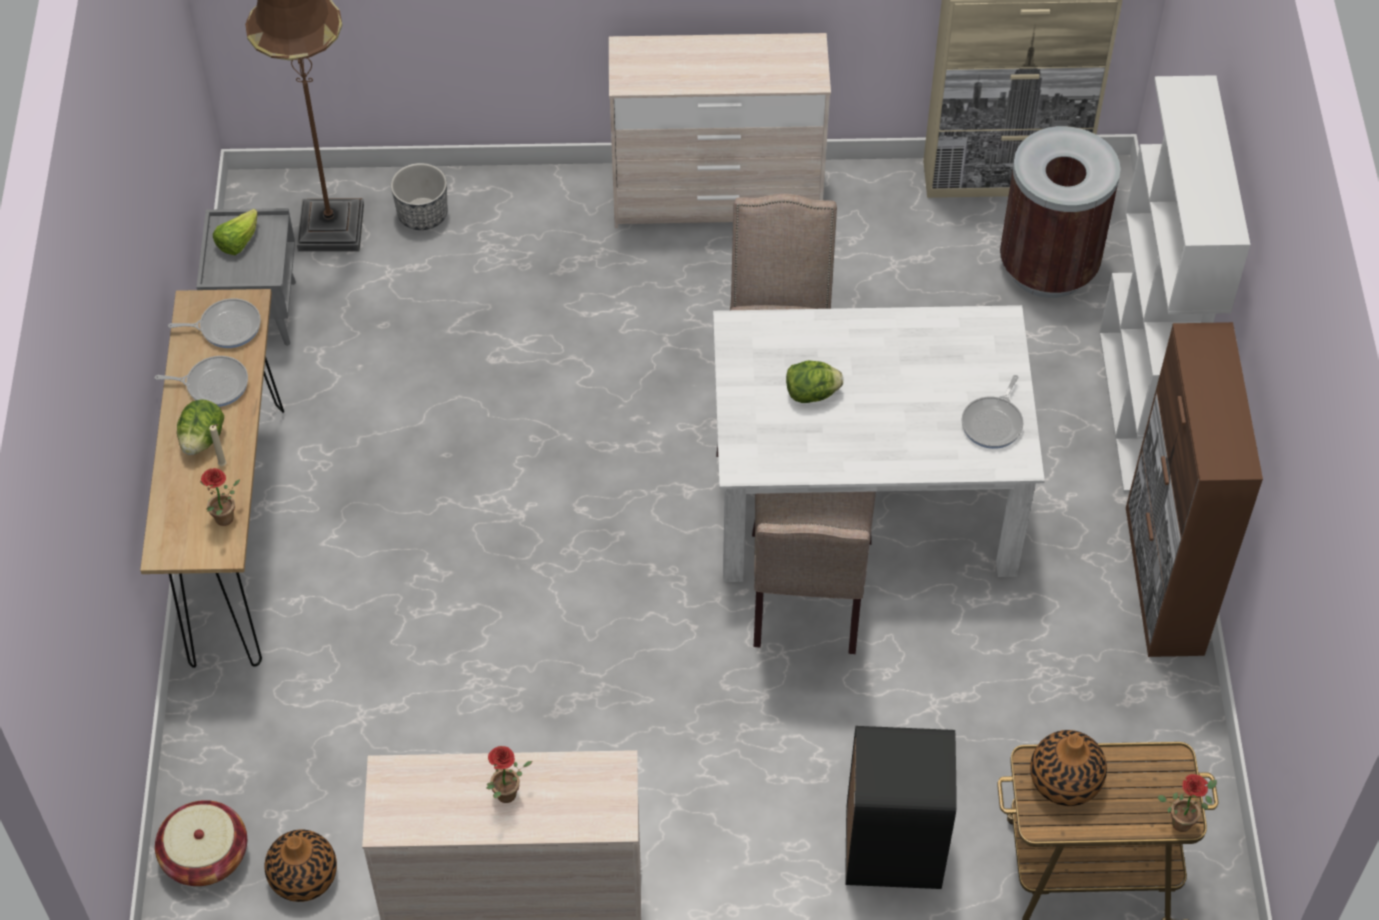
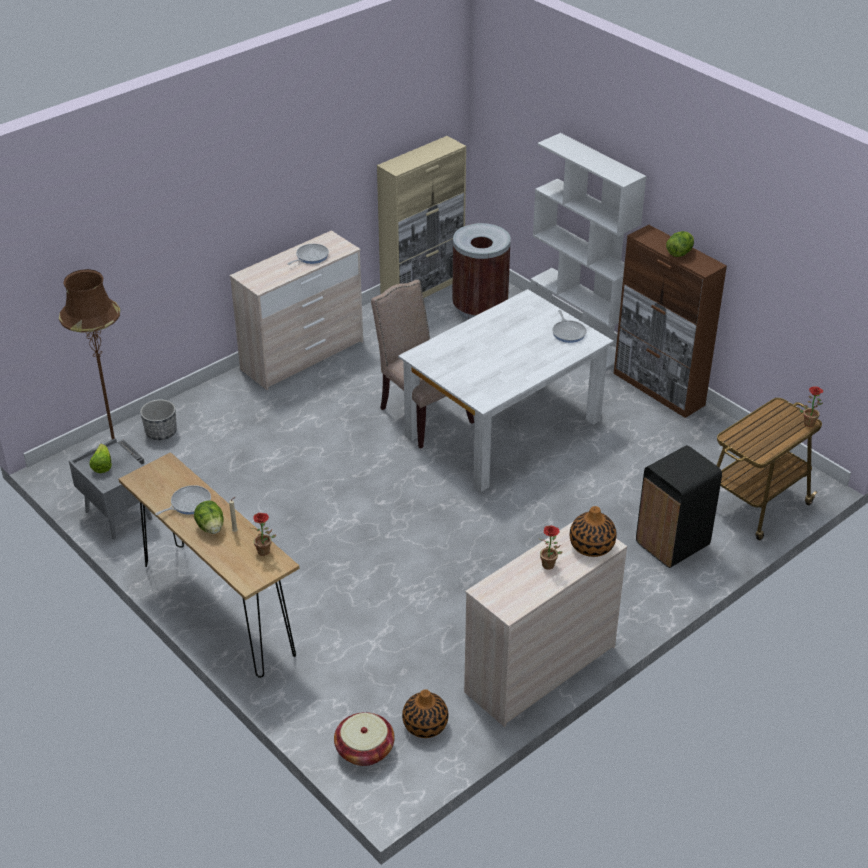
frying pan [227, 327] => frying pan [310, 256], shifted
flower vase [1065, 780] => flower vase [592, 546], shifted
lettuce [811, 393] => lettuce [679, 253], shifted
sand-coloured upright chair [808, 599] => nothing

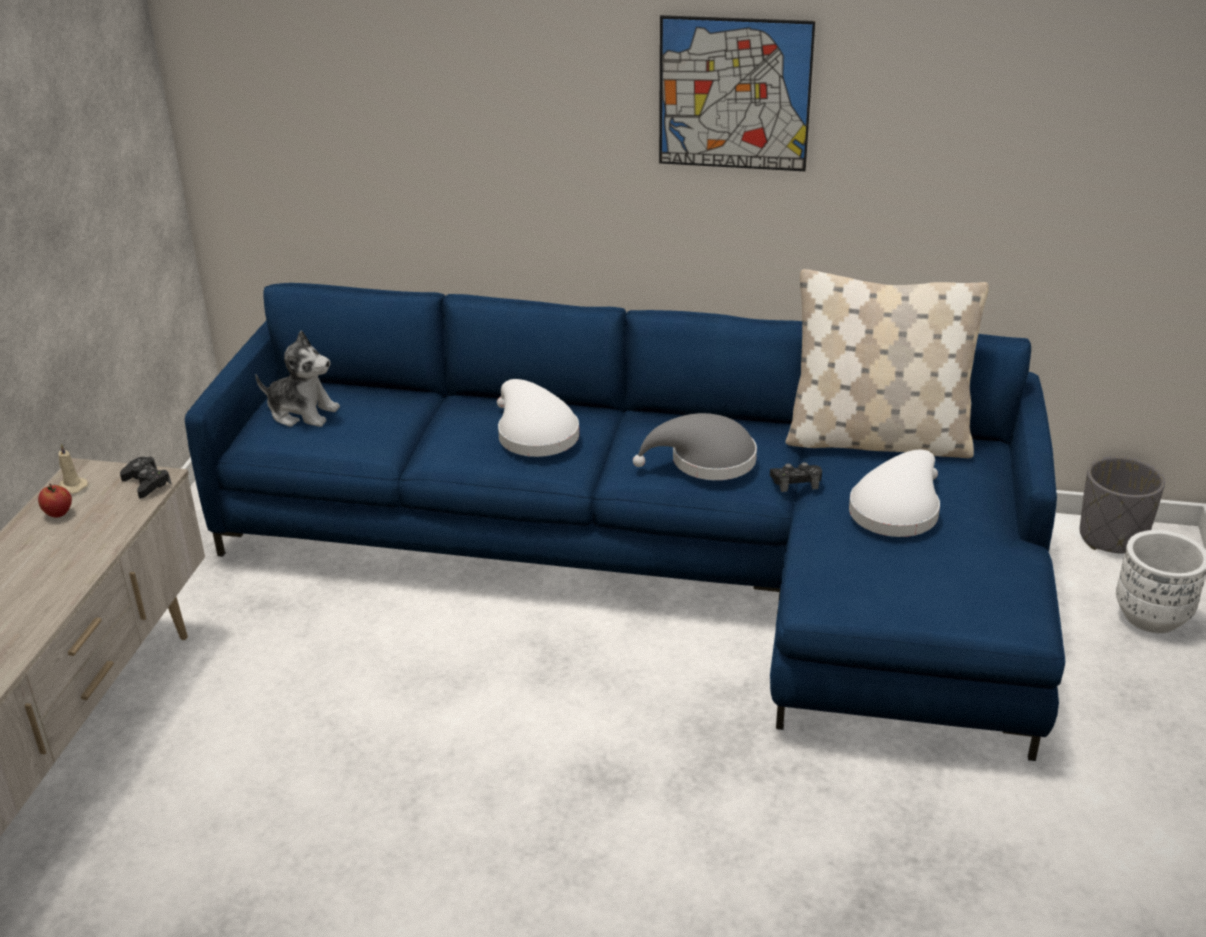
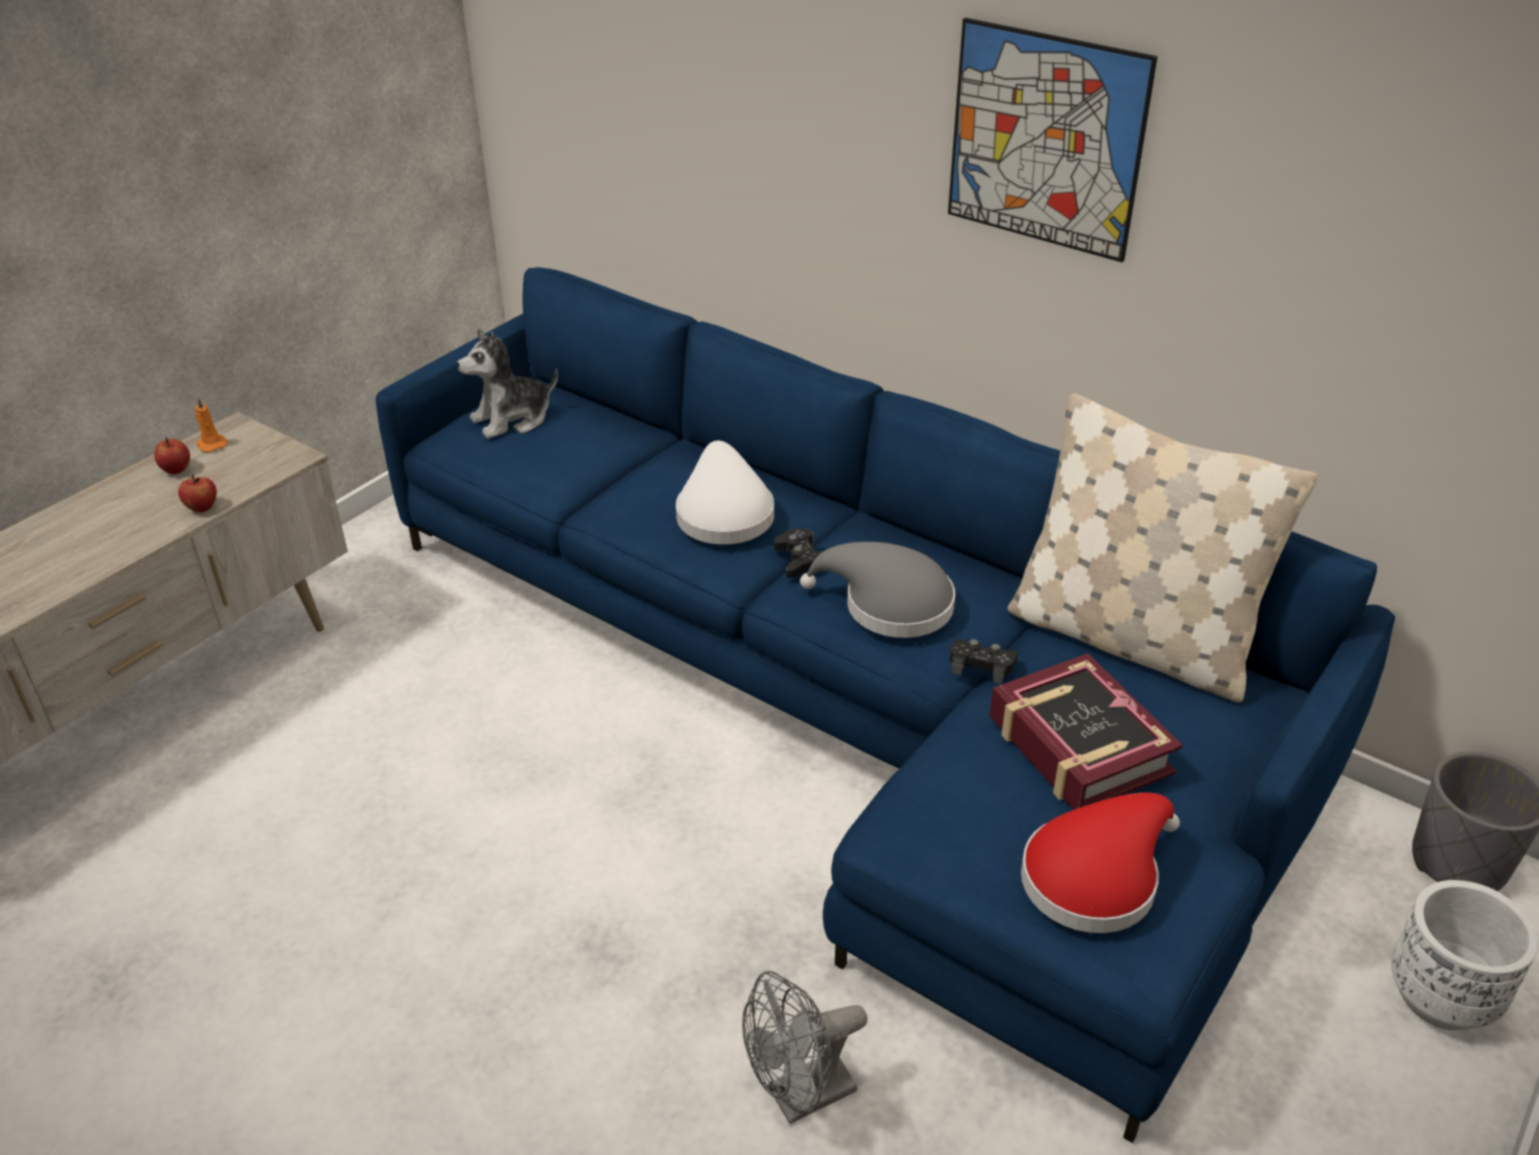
nothing => apple [202, 508]
sand-coloured wax candle [72, 487] => orange wax candle [211, 444]
plush toy [302, 412] => plush toy [512, 419], 105 degrees clockwise
nothing => gray electric fan [800, 1098]
black gamepad [146, 483] => black gamepad [799, 559], shifted
whitish hat [897, 510] => bound book [1078, 745]
nothing => red-coloured hat [1095, 876]

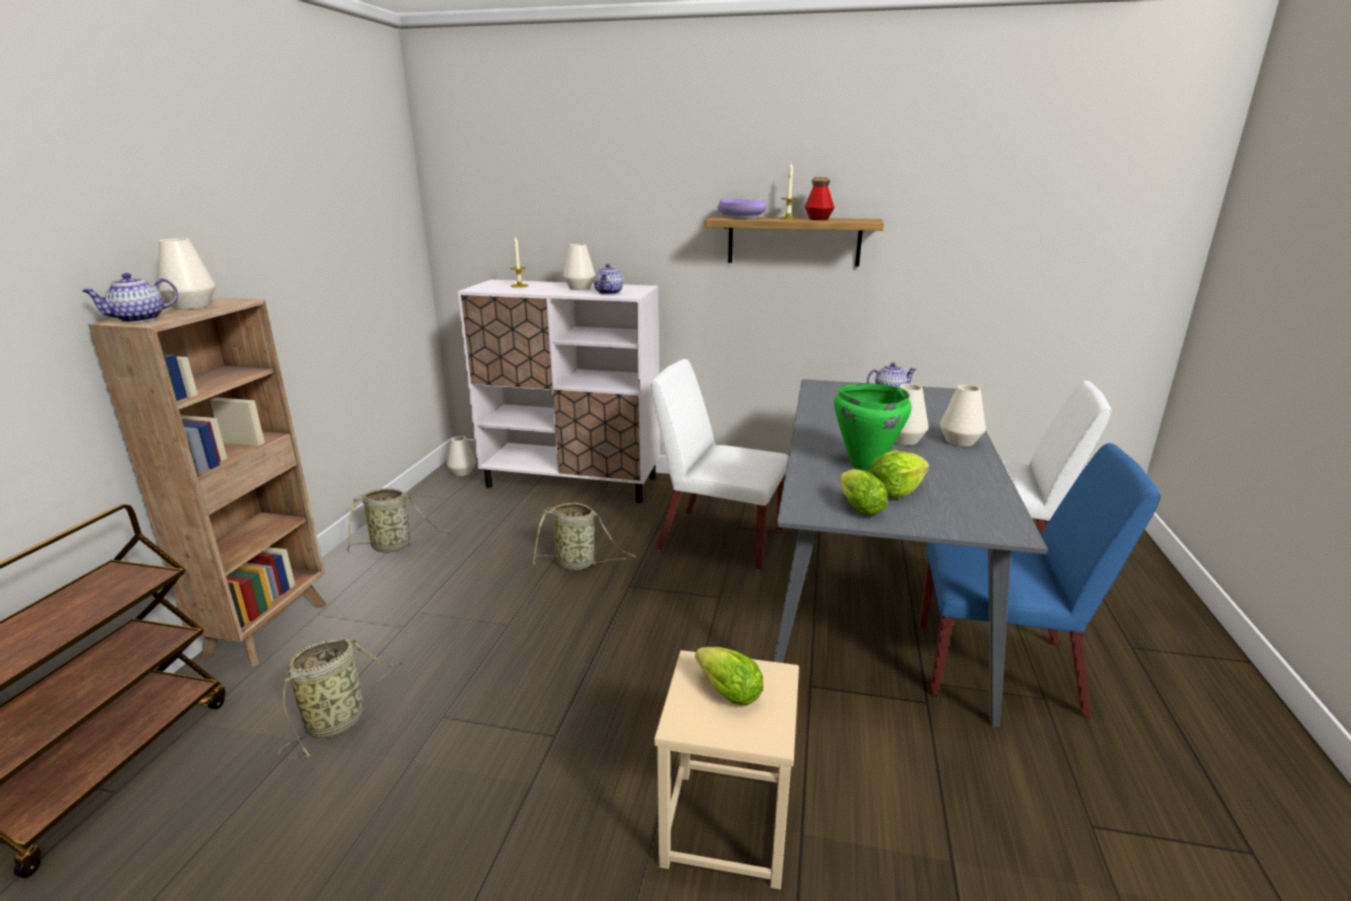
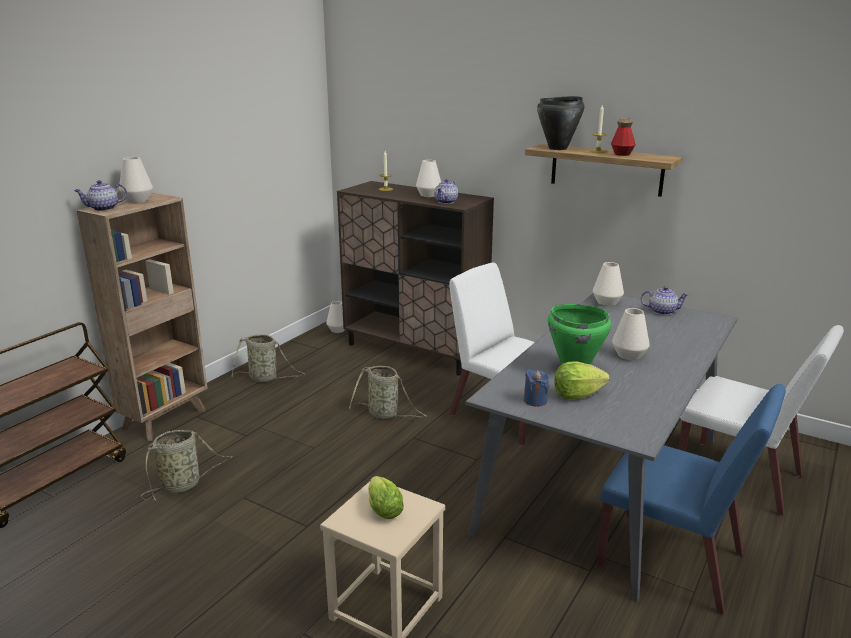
whitish cupboard [572, 482] => brown-coloured cupboard [415, 350]
lettuce [857, 507] => blue-coloured wax candle [535, 400]
purplish serving bowl [741, 218] => black stockpot [558, 148]
whitish flower vase [959, 441] => whitish flower vase [606, 302], shifted

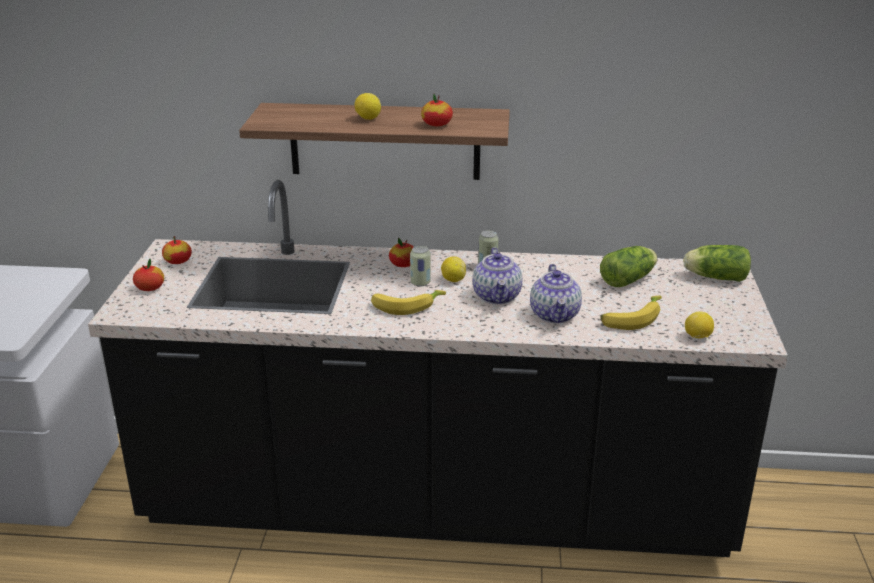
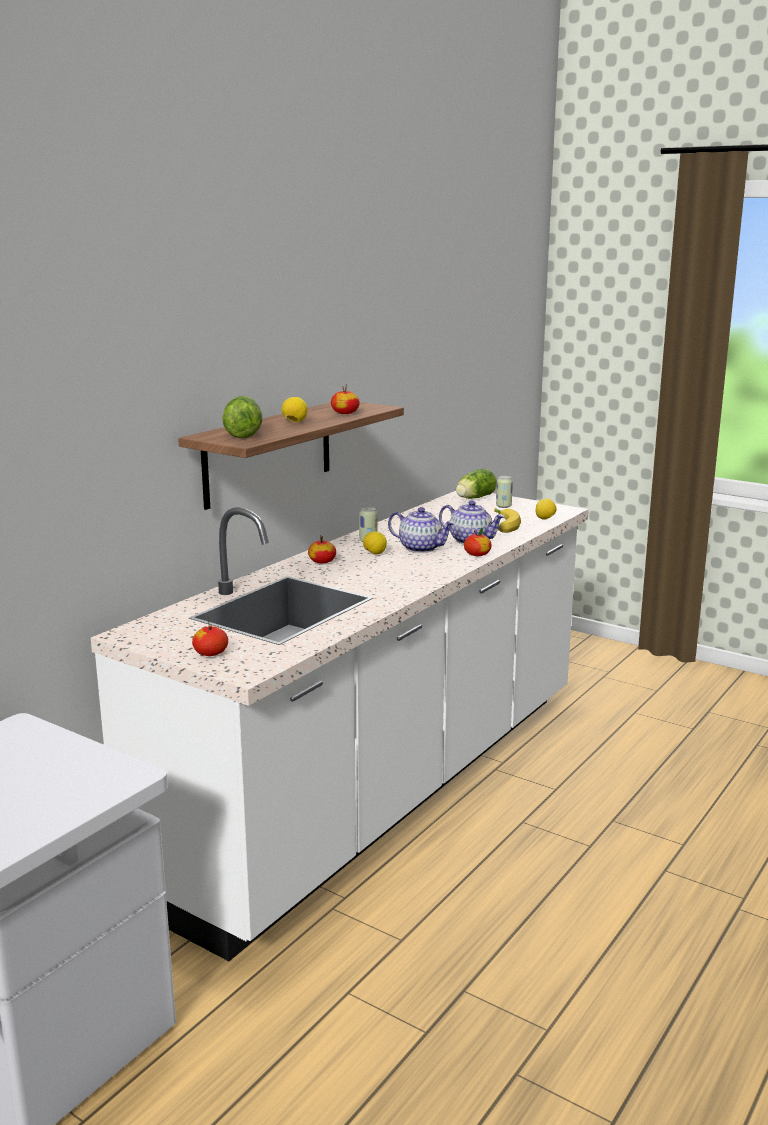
black kitchen base unit [437, 507] => whitish kitchen base unit [384, 791]
lettuce [629, 279] => lettuce [243, 433], shifted
apple [178, 261] => apple [477, 554], shifted
sealed can [420, 283] => sealed can [503, 506], shifted
banana fruit [406, 306] => nothing

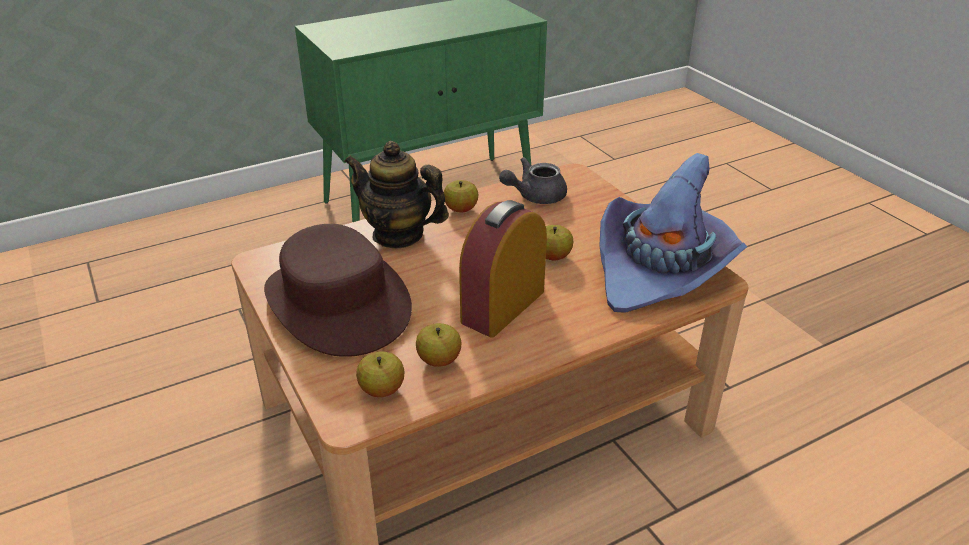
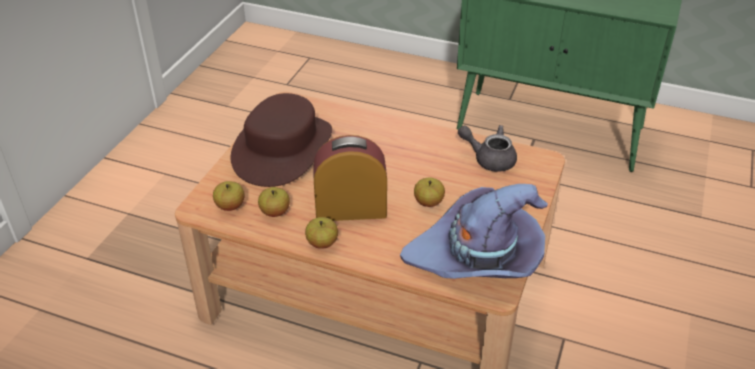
apple [461, 209] => apple [322, 243], shifted
pot for tea [398, 235] => nothing

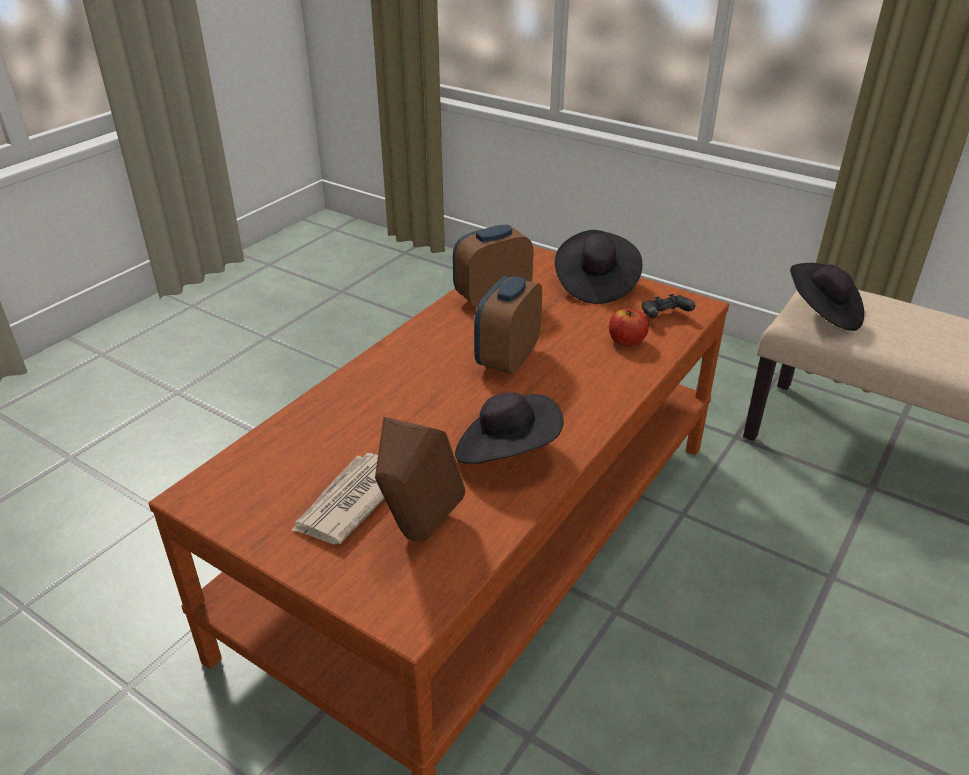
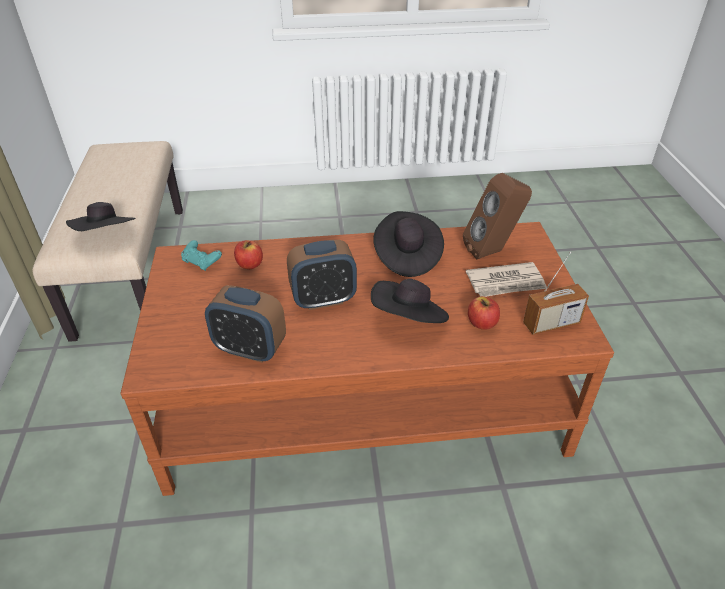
black gamepad [664, 317] => blue-green gamepad [202, 262]
black hat [595, 284] => black hat [409, 319], shifted
nothing => apple [482, 323]
nothing => radio receiver [551, 323]

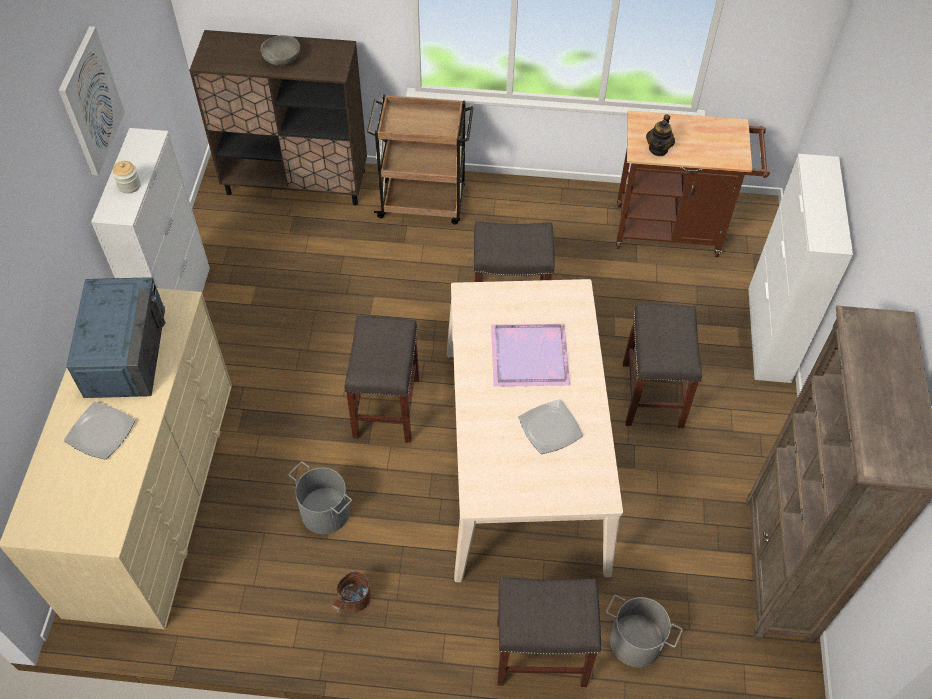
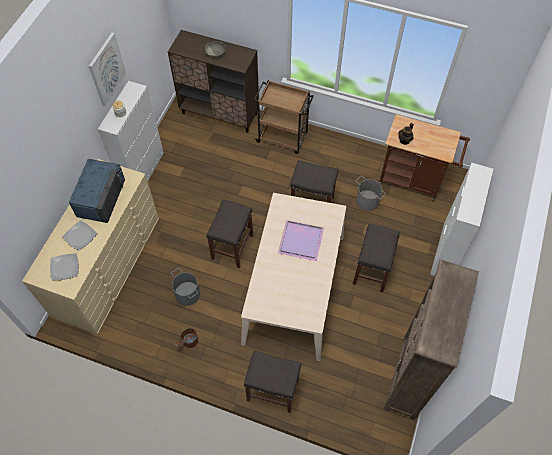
dinner plate [550, 428] => dinner plate [65, 267], shifted
gray pail [636, 640] => gray pail [367, 201], shifted

